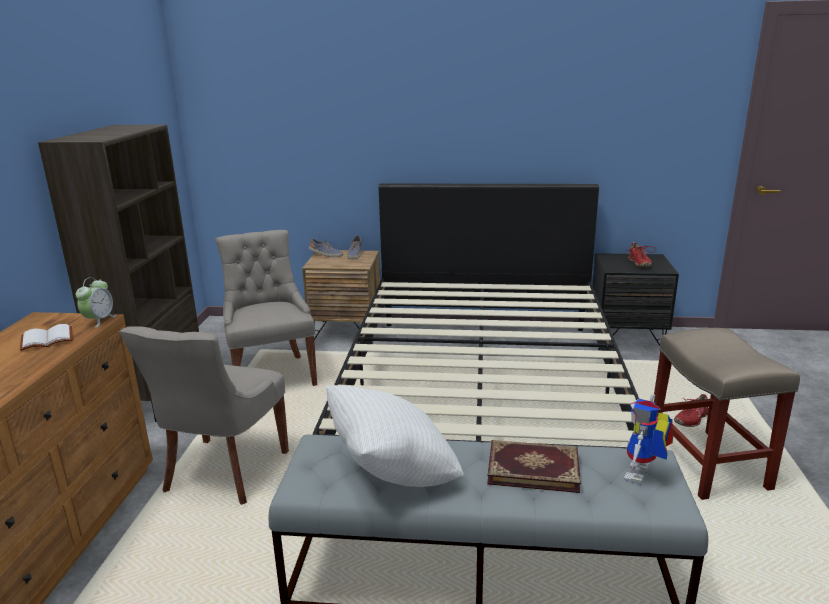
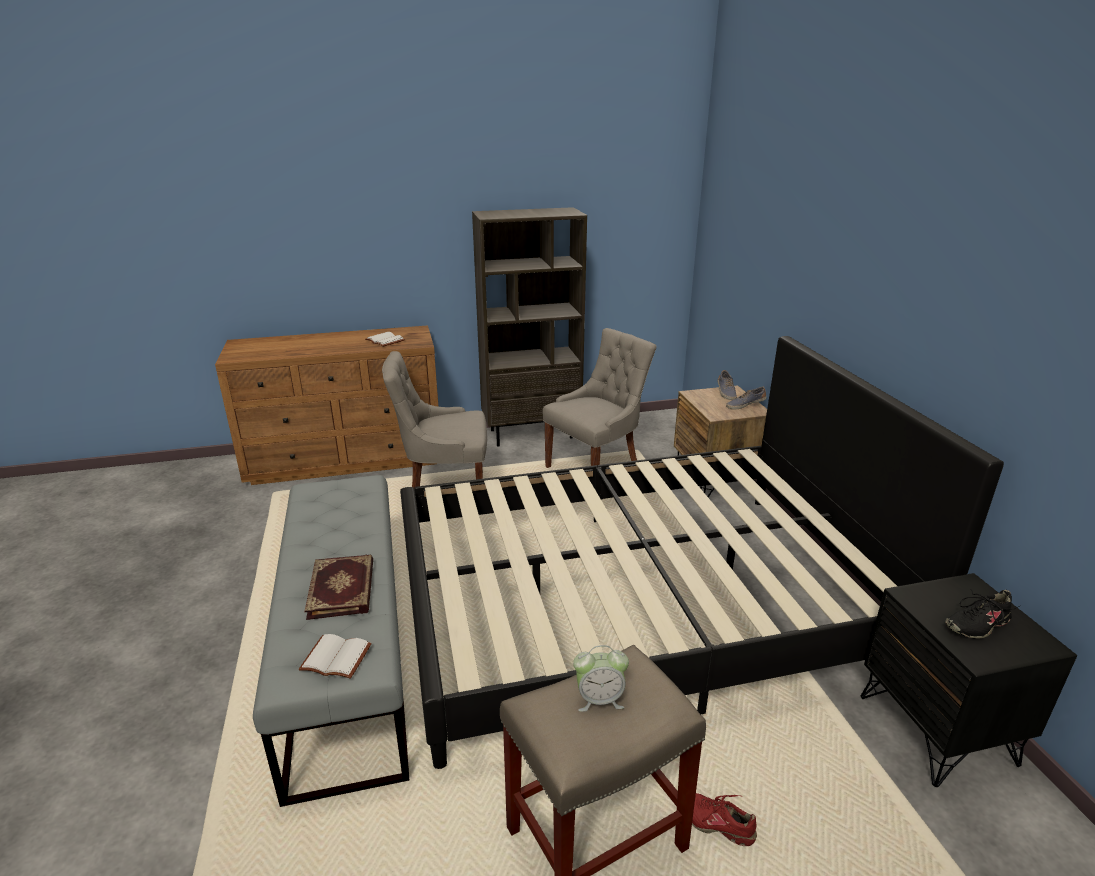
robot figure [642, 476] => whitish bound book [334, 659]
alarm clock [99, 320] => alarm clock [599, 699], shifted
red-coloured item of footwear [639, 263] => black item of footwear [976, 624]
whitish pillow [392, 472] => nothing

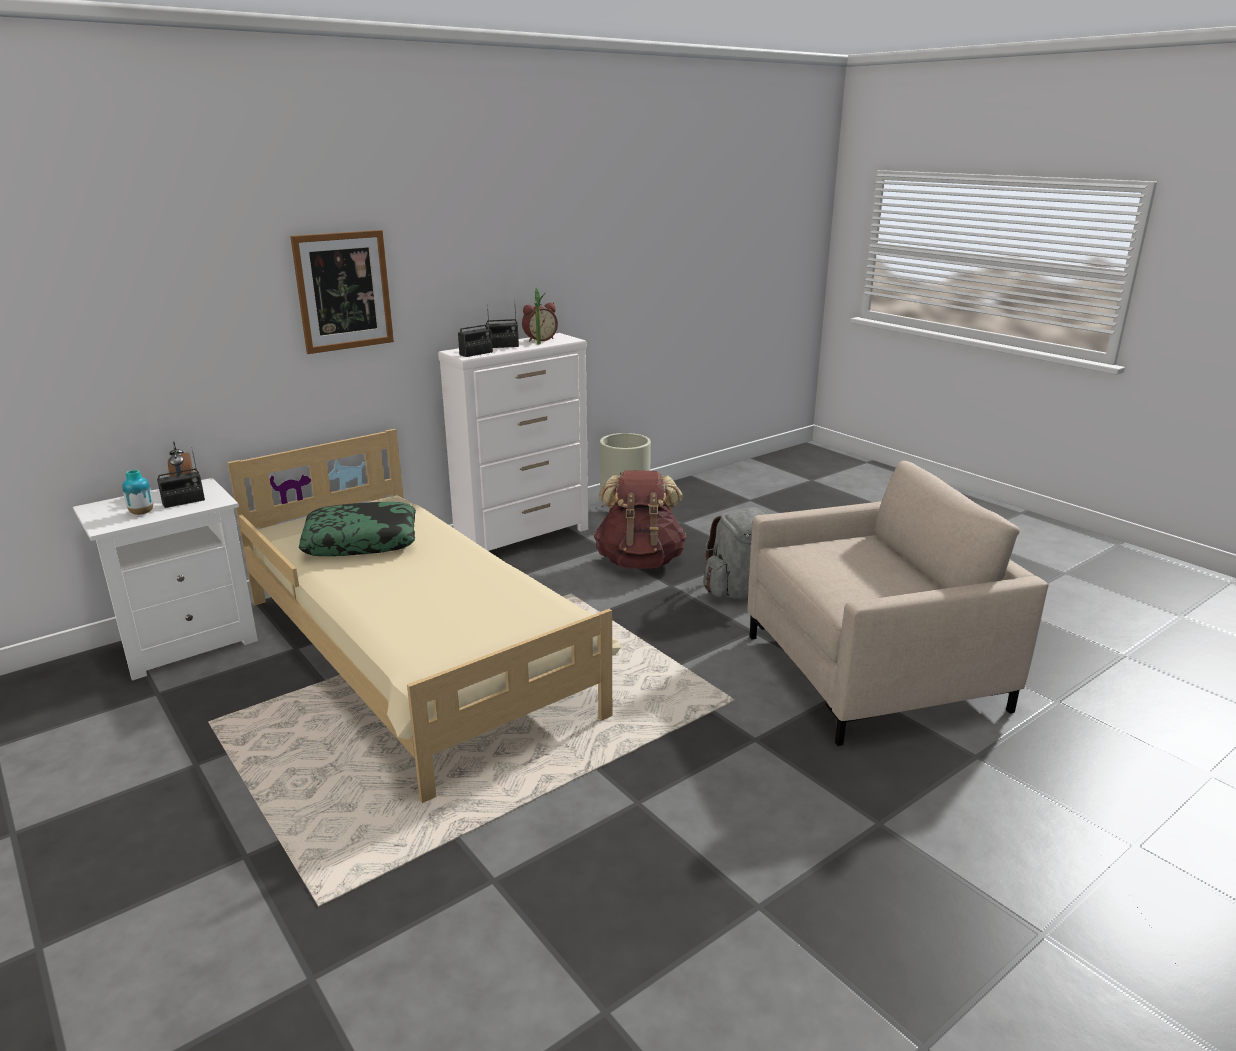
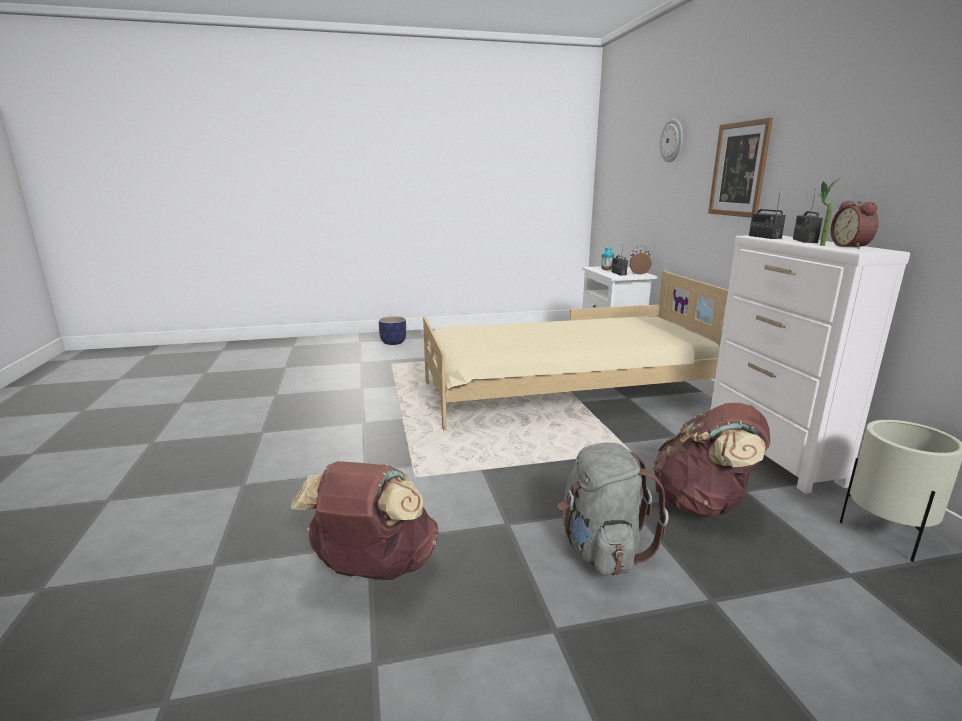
sand-coloured lounge chair [873, 673] => brown-coloured rucksack [373, 569]
nothing => planter [393, 342]
nothing => hanging clock [672, 140]
pillow [361, 541] => nothing

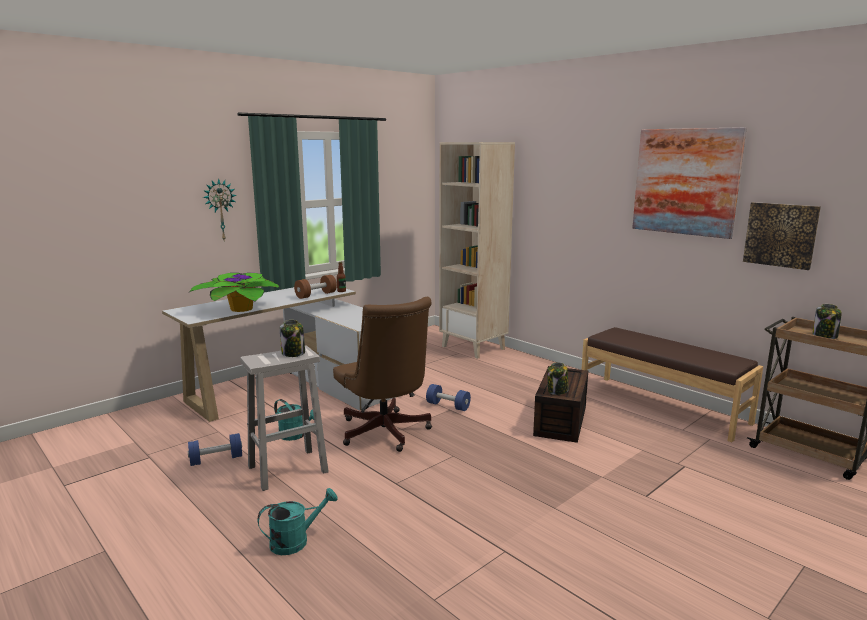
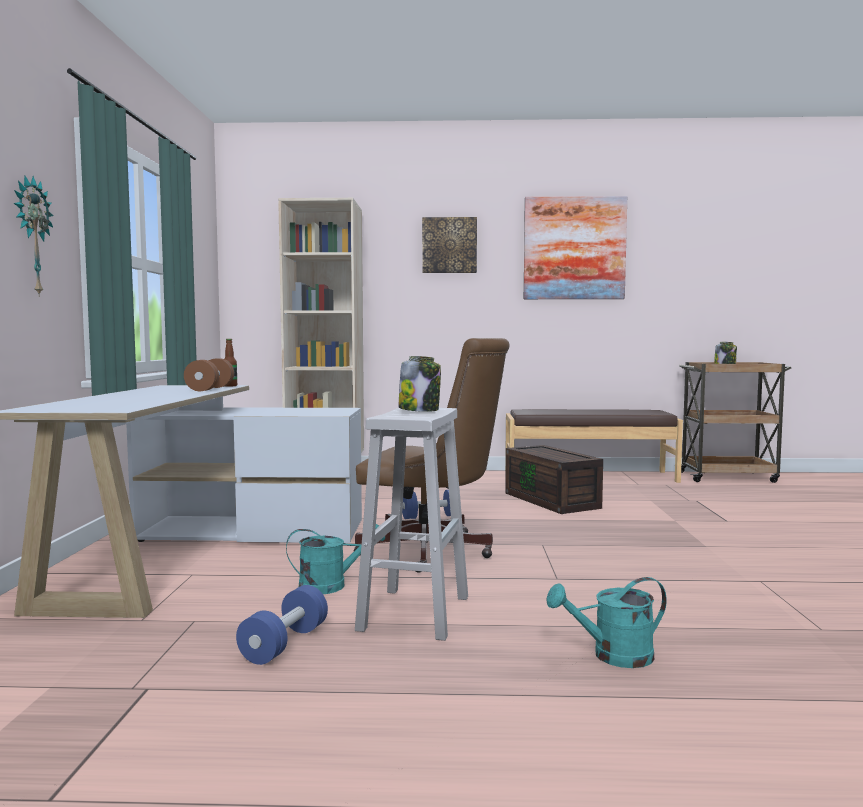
wall art [780, 235] => wall art [449, 245], shifted
blue-green watering pot [296, 541] => blue-green watering pot [613, 656], 120 degrees counterclockwise
potted plant [239, 309] => nothing
jar [557, 391] => nothing

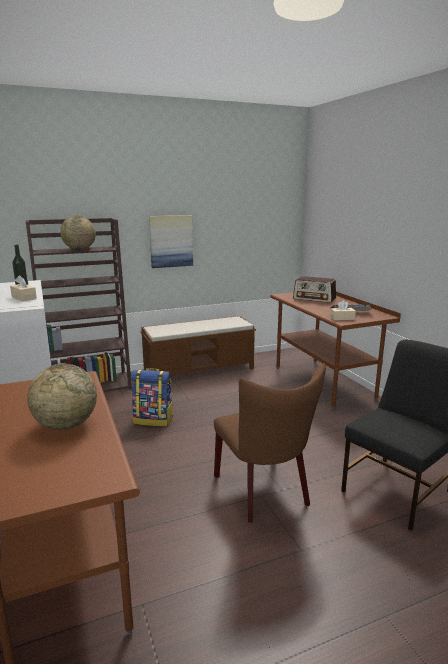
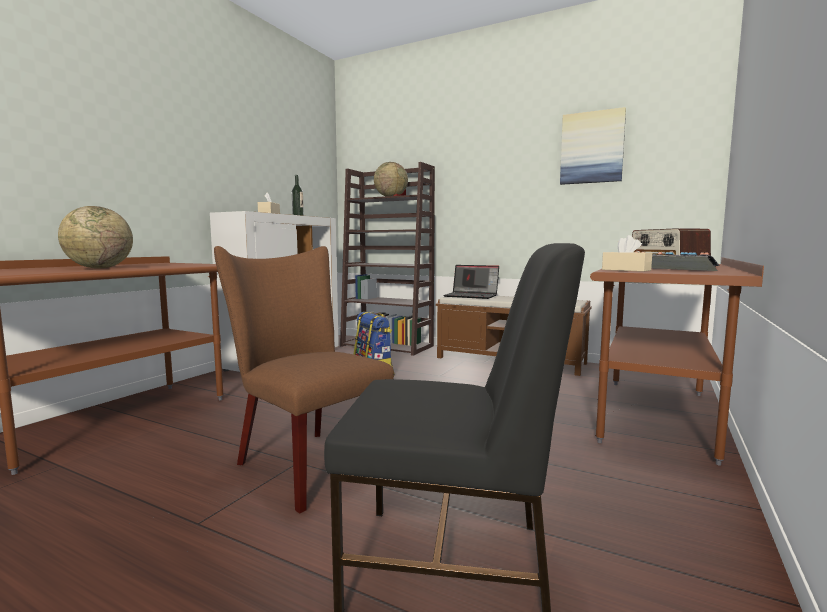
brown-coloured upright chair [264, 493] => brown-coloured upright chair [306, 462], 105 degrees clockwise
nothing => laptop [472, 296]
wall art [171, 241] => wall art [592, 148], shifted

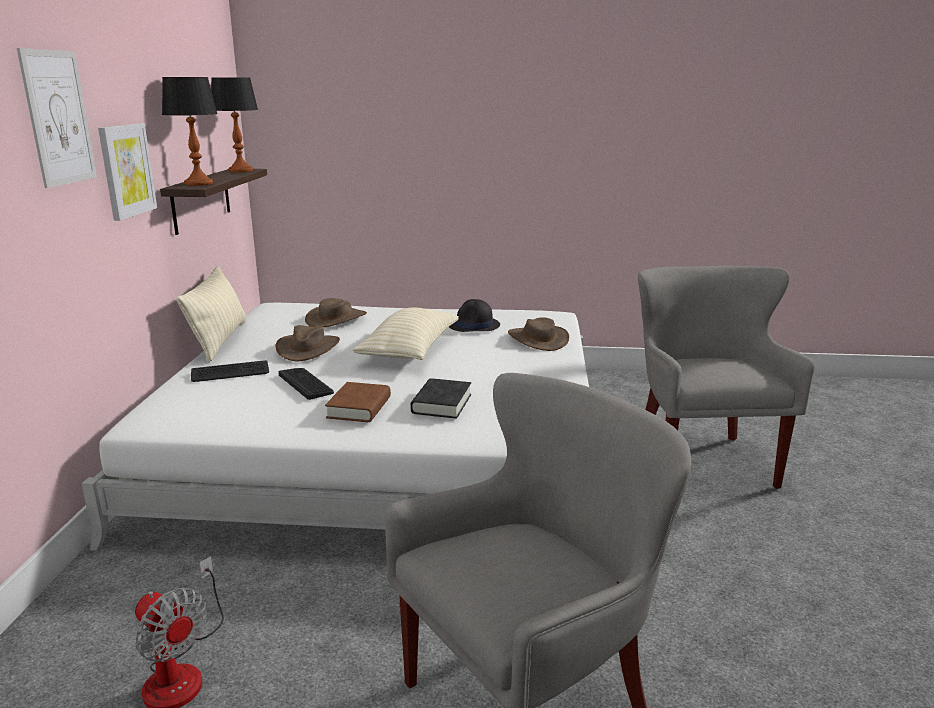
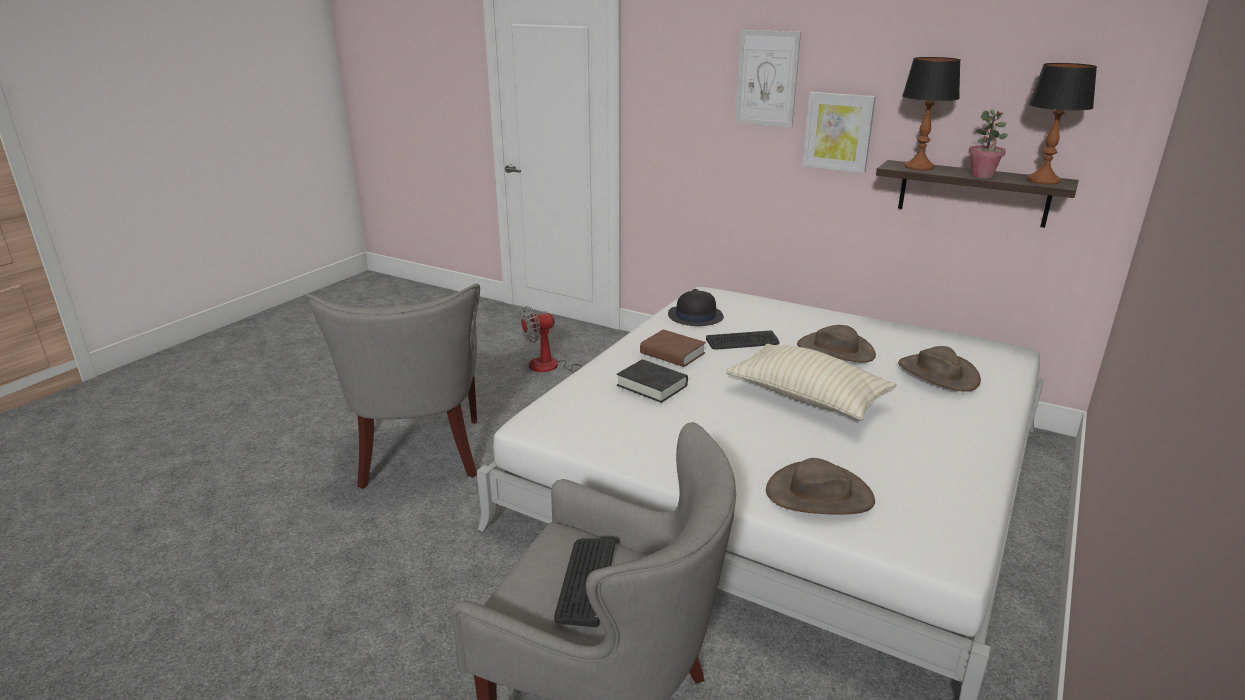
computer keyboard [230, 373] => computer keyboard [585, 581], shifted
black hat [474, 326] => black hat [695, 316], shifted
nothing => potted plant [982, 175]
sand-coloured pillow [219, 341] => nothing

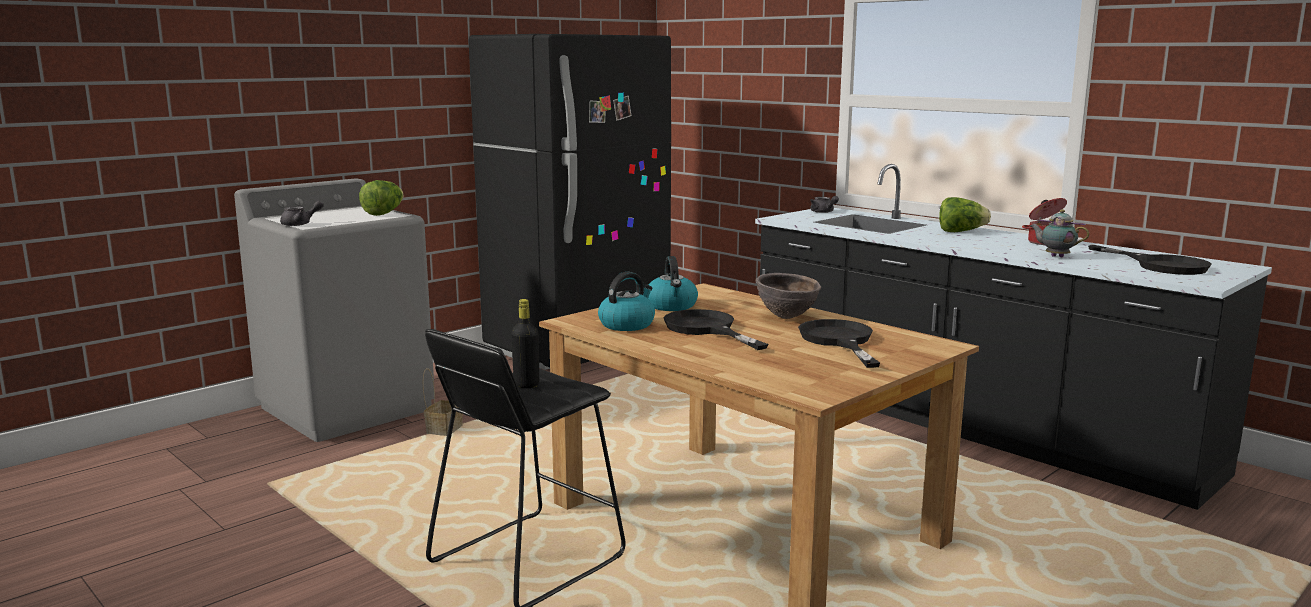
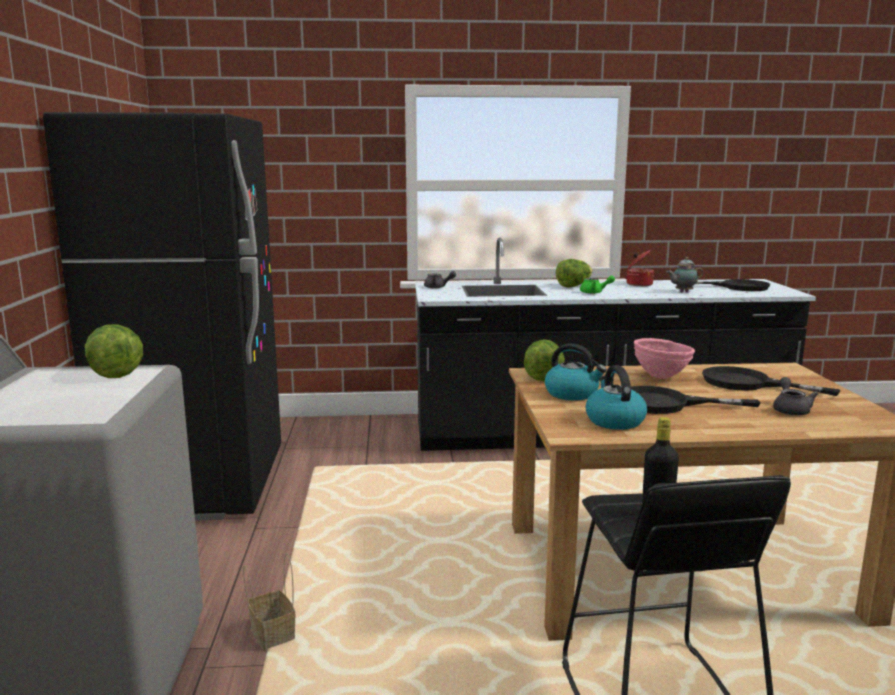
nothing => lettuce [543, 376]
nothing => green-coloured pot for tea [594, 292]
brown-coloured serving bowl [787, 317] => pinkish serving bowl [661, 377]
gray pot for tea [300, 224] => gray pot for tea [790, 410], shifted

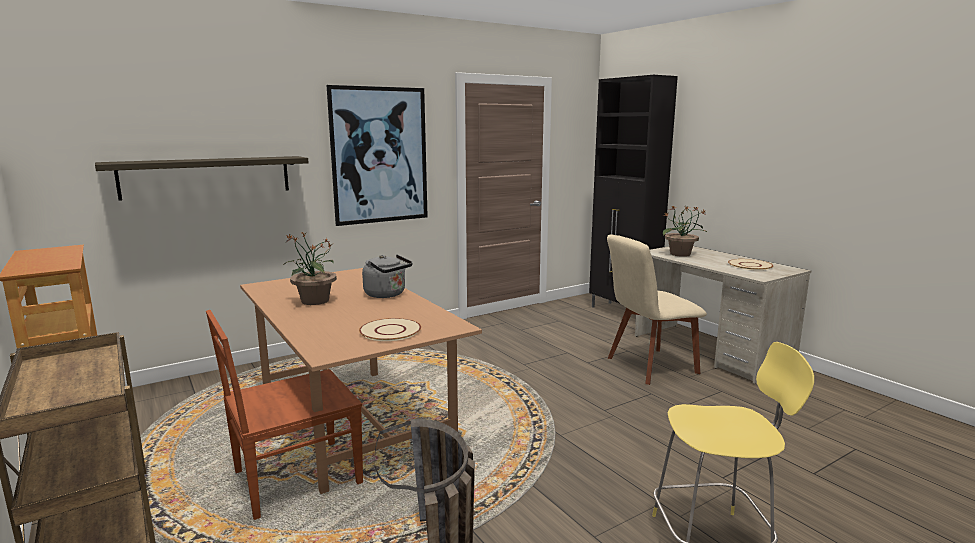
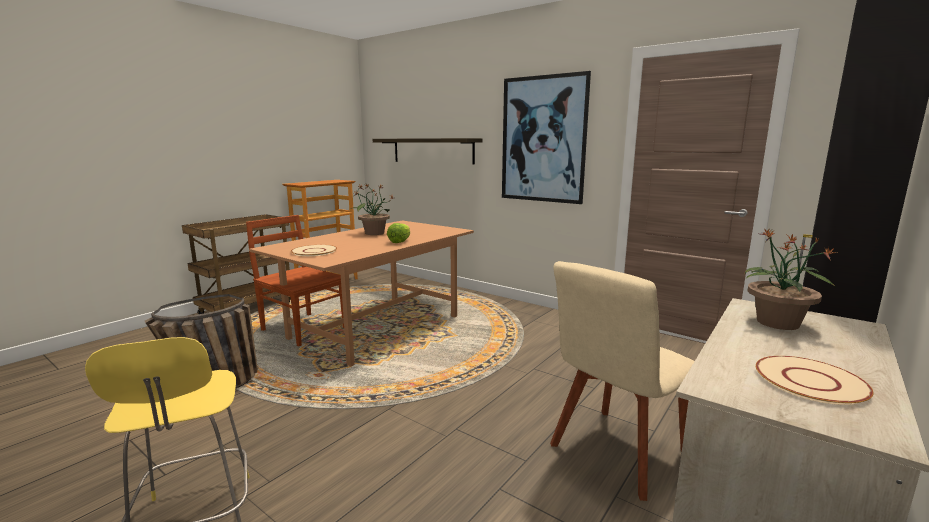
gray kettle [387, 294] => lettuce [400, 241]
sand-coloured upright chair [648, 366] => sand-coloured upright chair [615, 453], 90 degrees counterclockwise

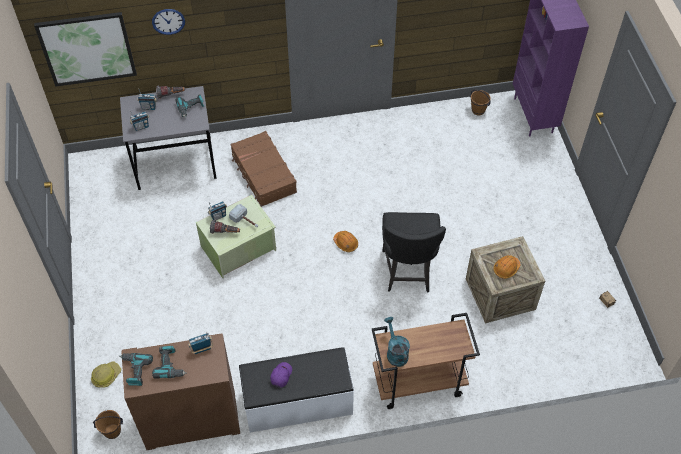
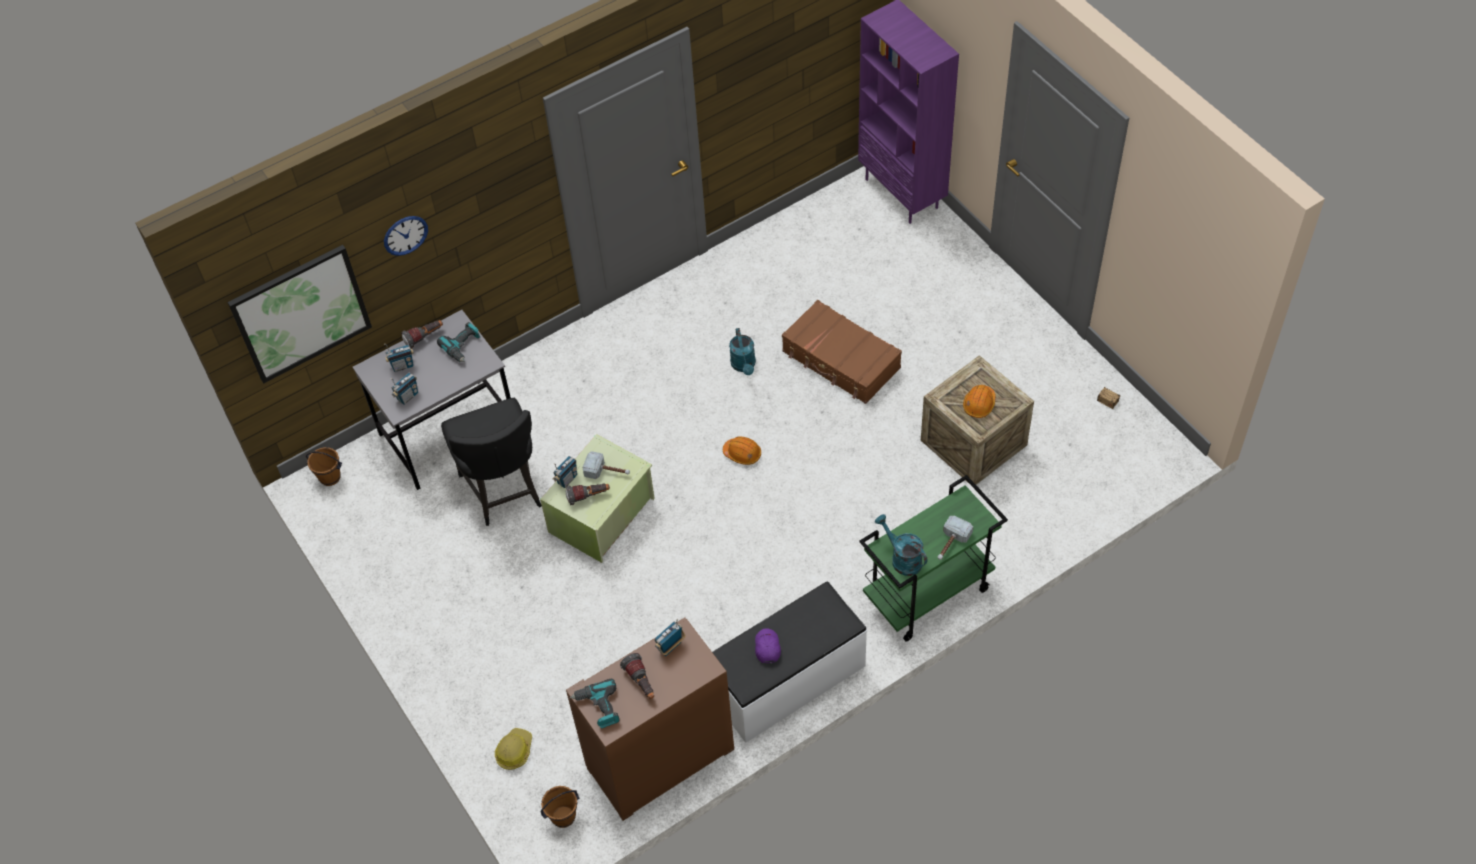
brown-coloured pail [478, 110] => brown-coloured pail [330, 477], shifted
black upright chair [407, 272] => black upright chair [503, 490], shifted
power drill [170, 365] => hand torch [641, 683]
nothing => blue-green watering pot [744, 366]
brown-coloured travel case [263, 174] => brown-coloured travel case [841, 360], shifted
brown-coloured trolley [418, 383] => green-coloured trolley [927, 595]
nothing => hand hammer [950, 544]

